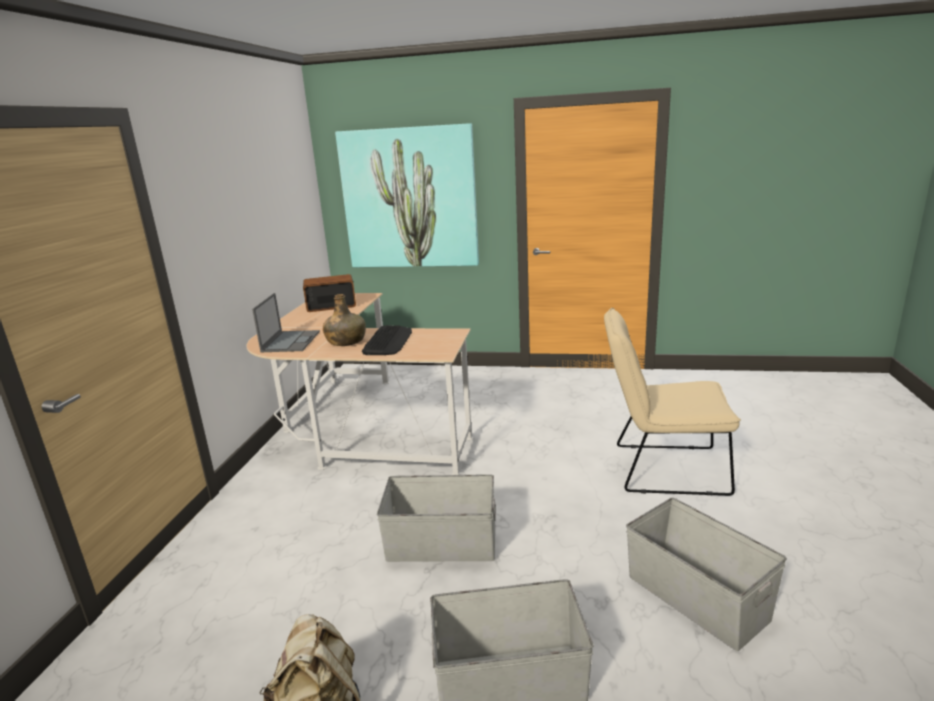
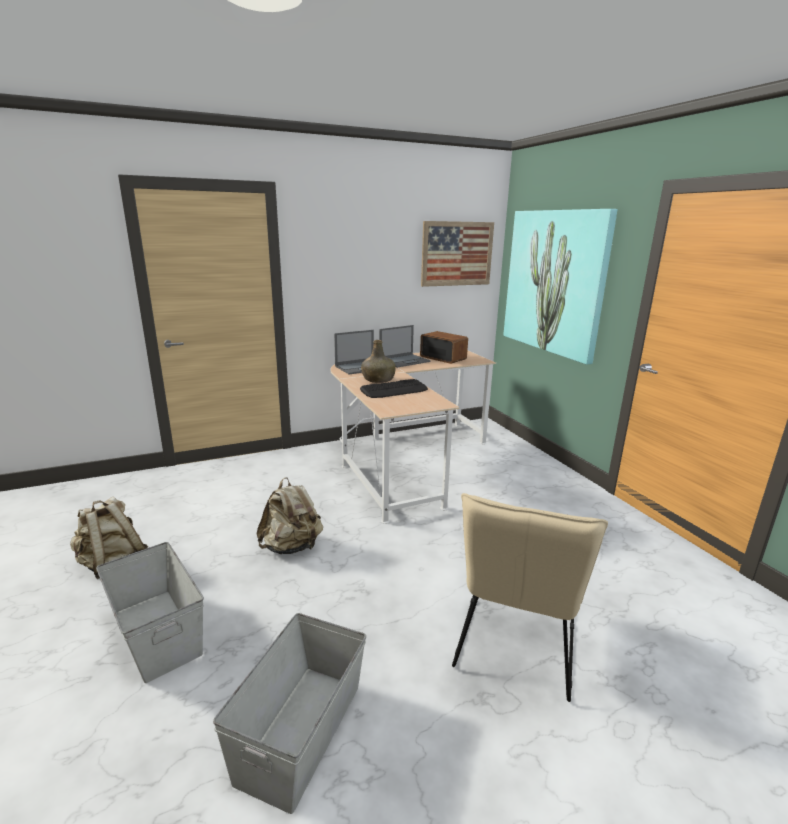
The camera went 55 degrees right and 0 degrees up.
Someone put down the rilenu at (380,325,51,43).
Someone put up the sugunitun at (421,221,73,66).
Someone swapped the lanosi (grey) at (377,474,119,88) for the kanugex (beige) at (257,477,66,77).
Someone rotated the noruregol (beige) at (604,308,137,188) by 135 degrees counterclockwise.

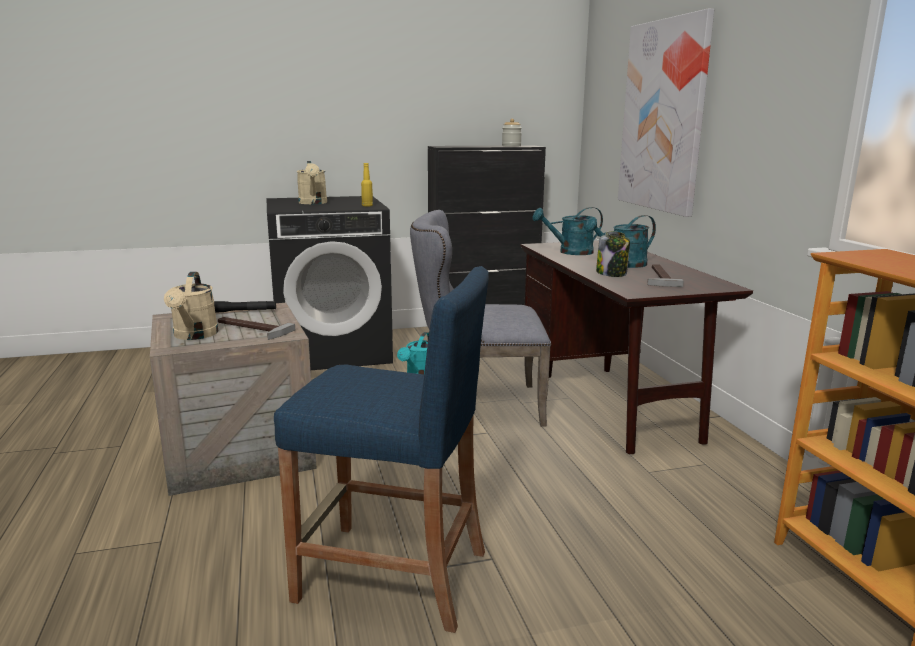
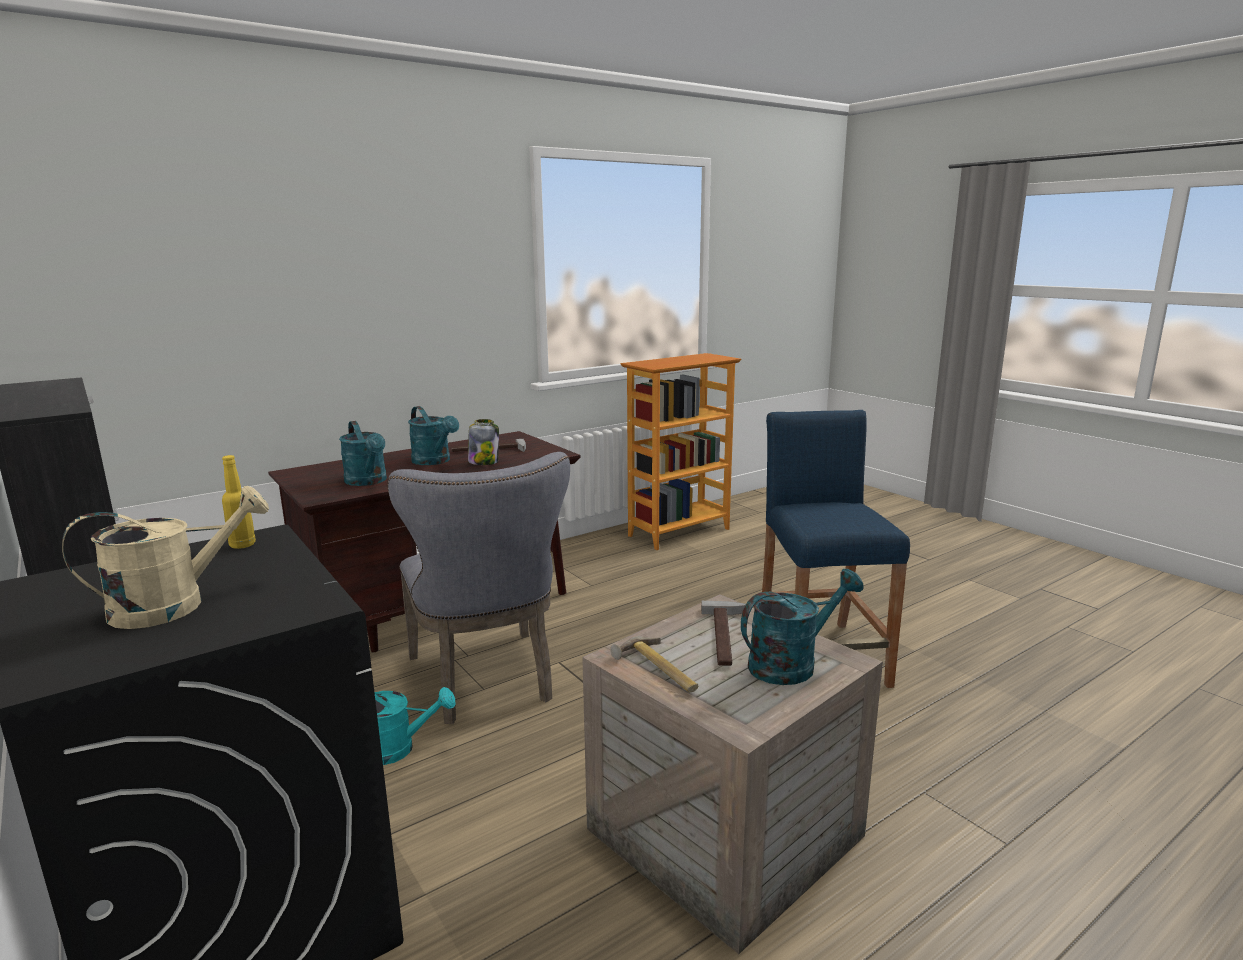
The camera went 110 degrees left and 0 degrees up.
Someone took away the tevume at (502,119,20,28).
Someone took away the sugunitun at (618,8,96,209).
Someone swapped the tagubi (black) at (214,301,62,12) for the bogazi at (610,636,88,56).
Someone repainted the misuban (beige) at (164,272,54,68), which became the misuban (turquoise) at (741,569,123,116).

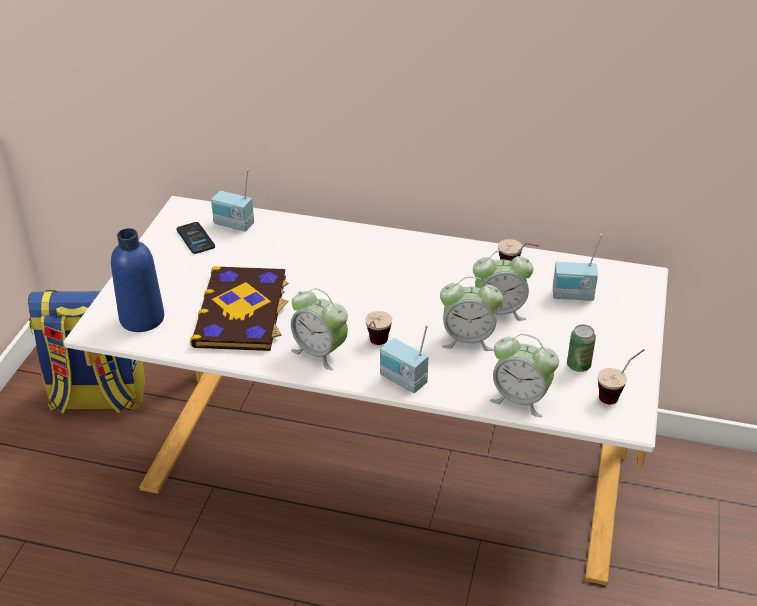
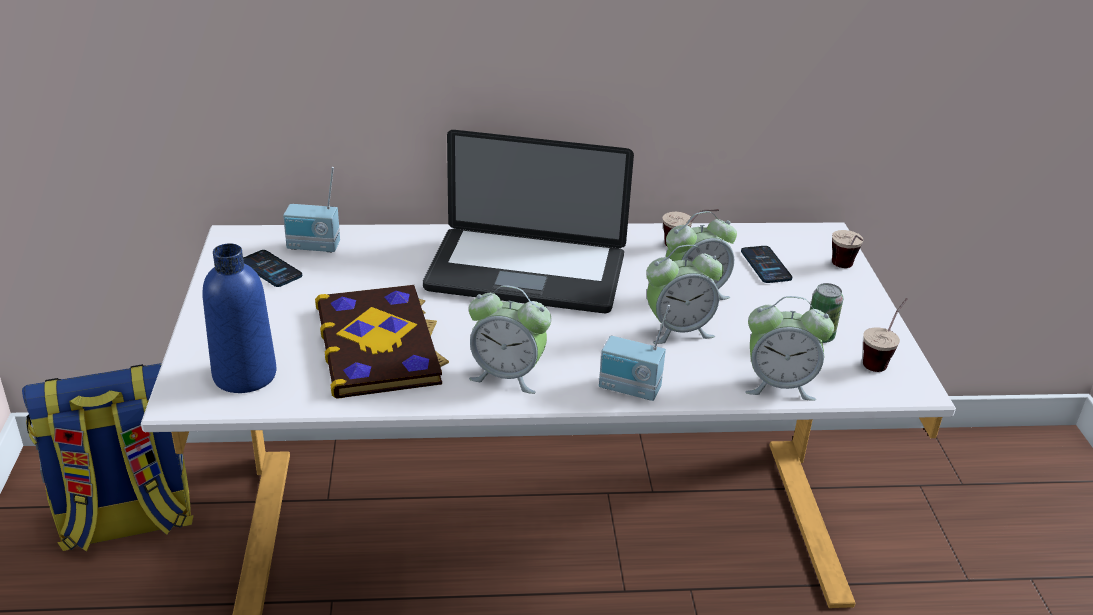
The camera went 20 degrees left and 5 degrees down.
Someone put down the rilenu at (423,130,211,183).
Someone carried the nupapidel from (365,311,27,34) to (832,230,32,38).
Someone swapped the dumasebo at (553,234,49,67) for the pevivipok at (741,246,51,37).

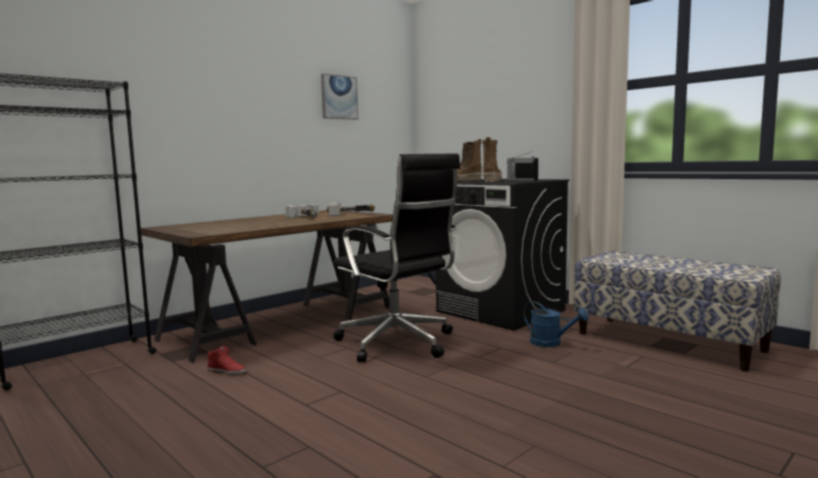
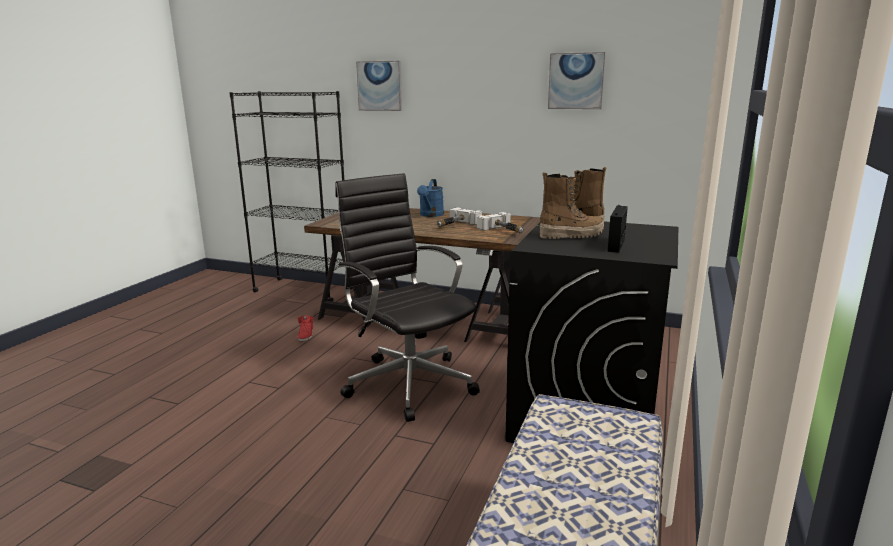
The camera went 65 degrees right and 10 degrees up.
Someone put up the sugunitun at (356,61,46,50).
Someone carried the misuban (blue) from (523,301,66,46) to (417,179,27,38).
Someone rotated the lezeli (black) at (333,154,127,208) by 120 degrees clockwise.

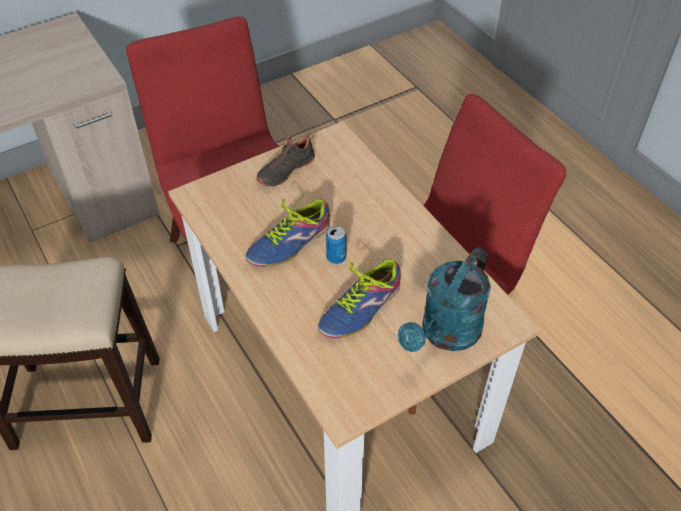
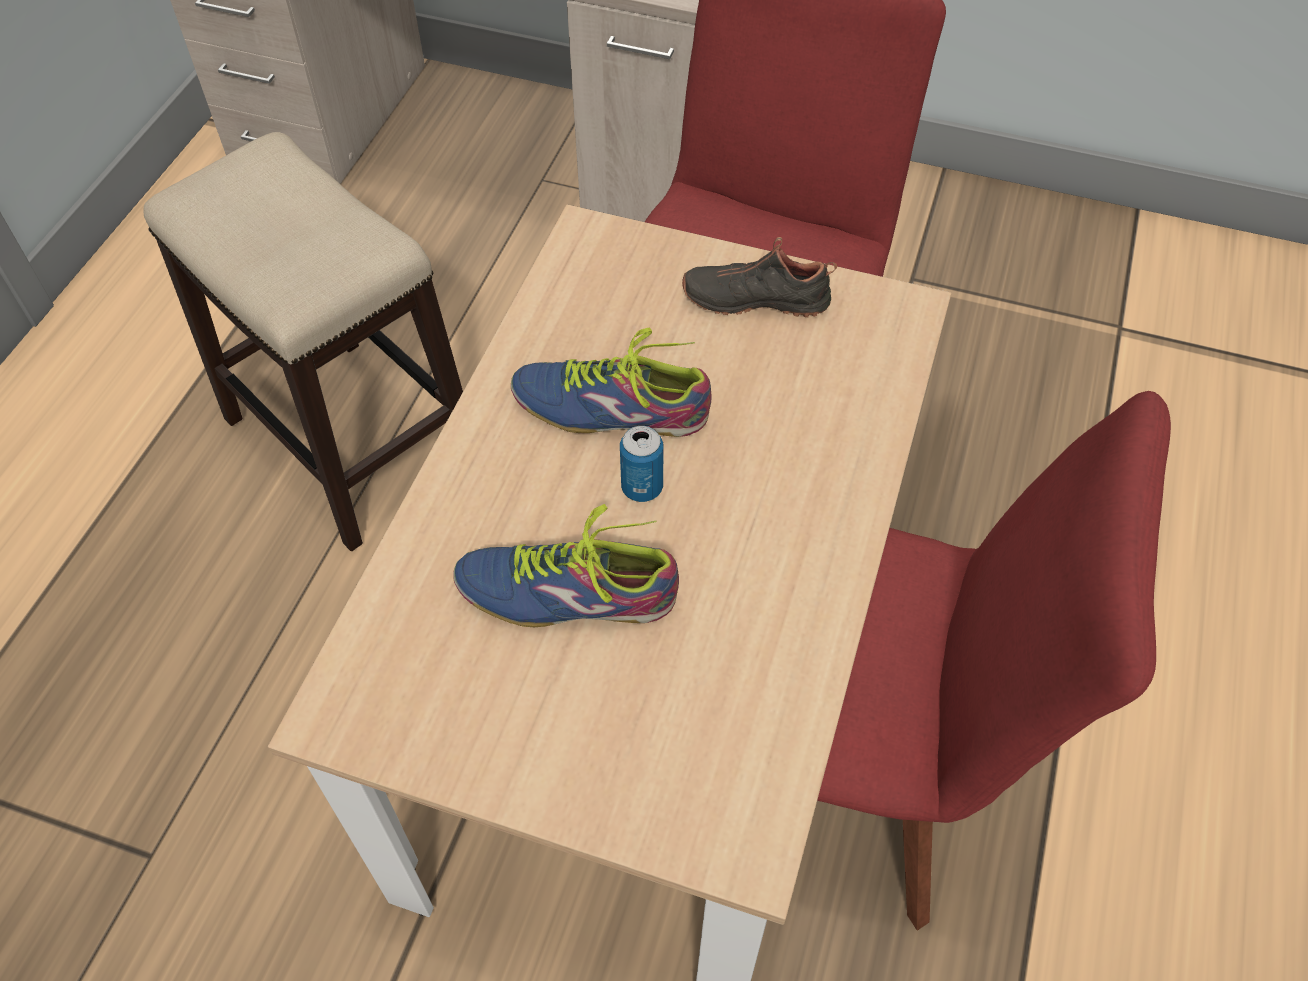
The camera went 50 degrees right and 5 degrees up.
Someone took away the misuban (turquoise) at (398,247,93,105).

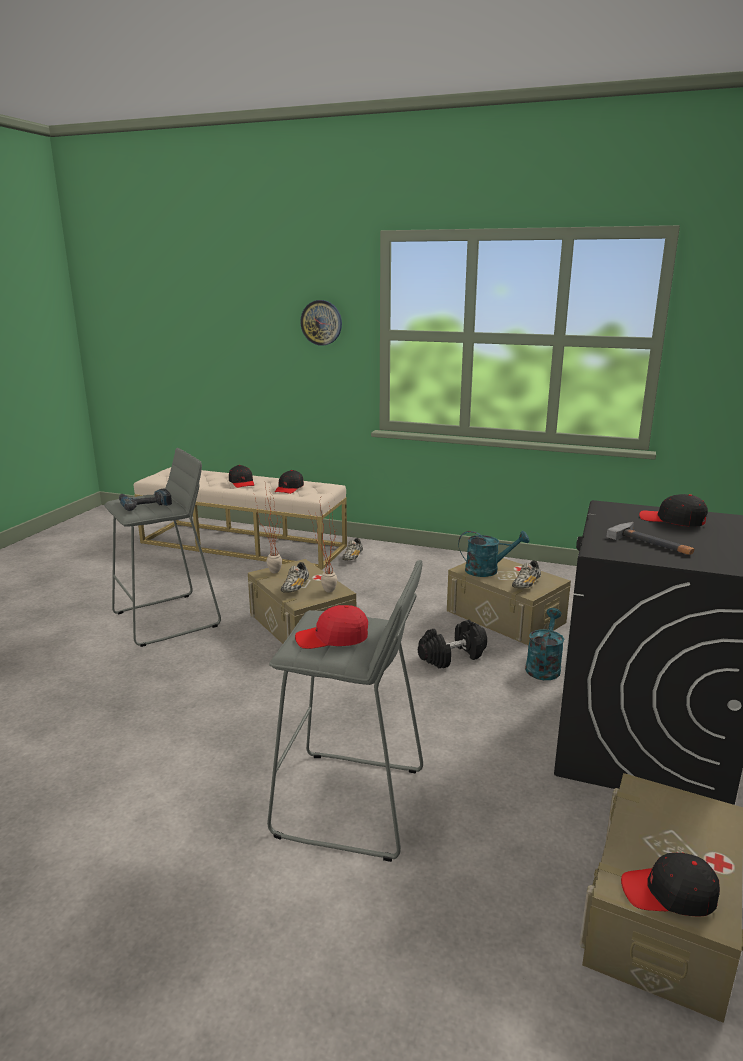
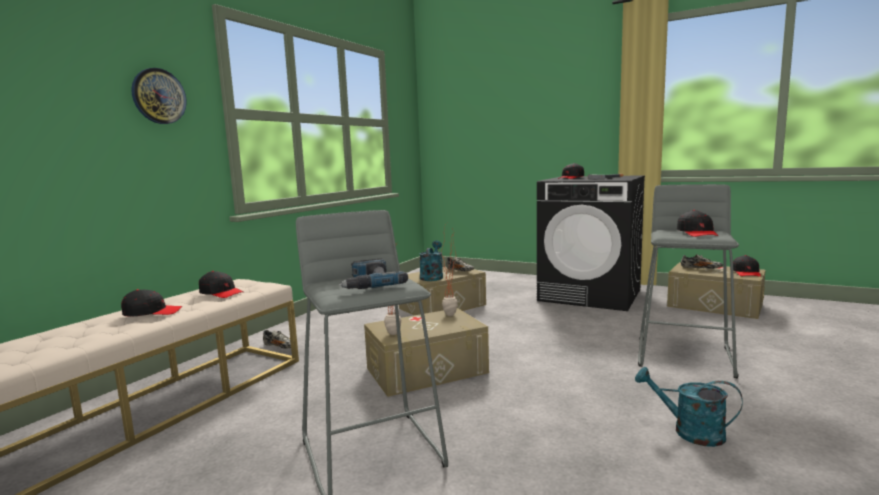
The camera went 80 degrees left and 10 degrees down.
Someone took away the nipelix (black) at (418,620,69,48).
Someone carried the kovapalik from (281,562,28,31) to (681,254,42,15).
Someone carried the misuban (turquoise) from (525,608,39,72) to (635,367,108,80).
Someone repainted the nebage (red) at (295,605,73,44), which became the nebage (black) at (677,210,42,27).

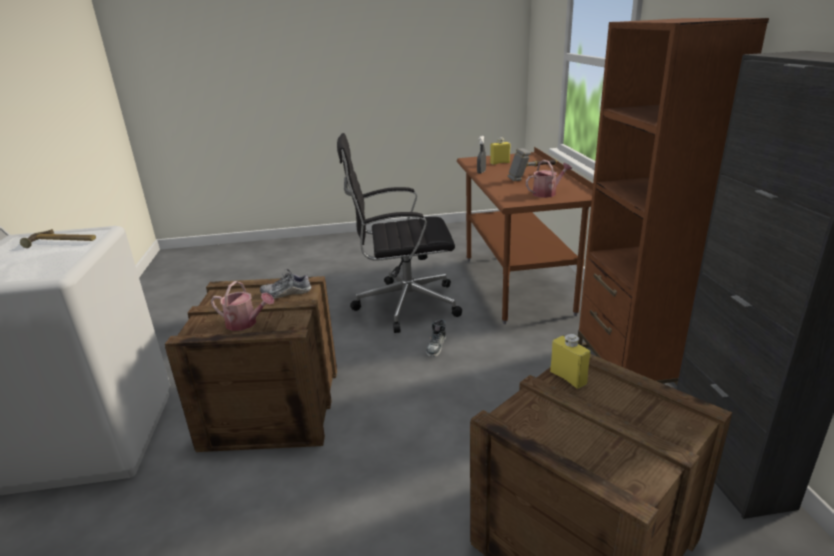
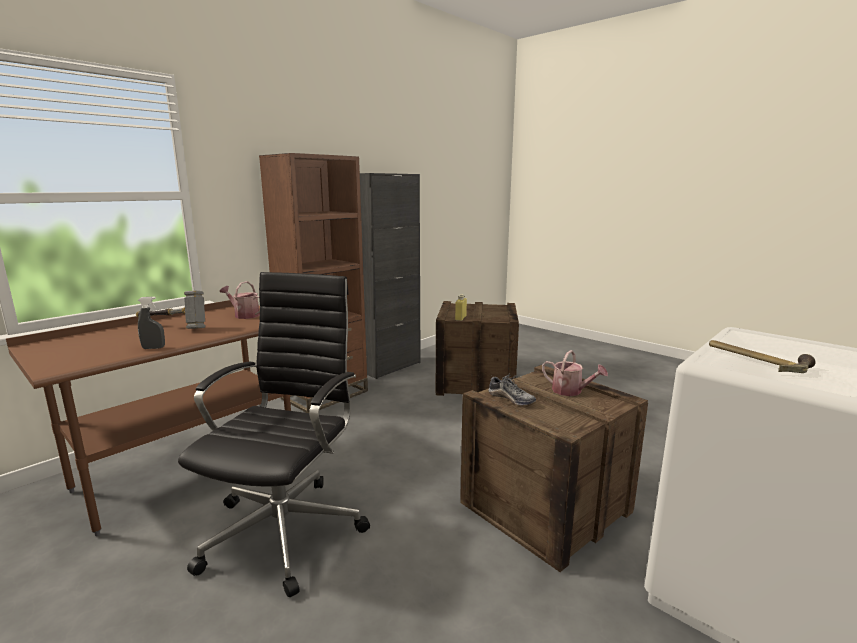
The camera went 130 degrees left and 10 degrees down.
Someone took away the kovapalik at (426,319,20,38).
Someone took away the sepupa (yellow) at (490,137,20,28).
Someone rotated the misuban at (211,281,63,50) by 150 degrees clockwise.
Someone rotated the lezeli (black) at (337,133,125,200) by 120 degrees counterclockwise.

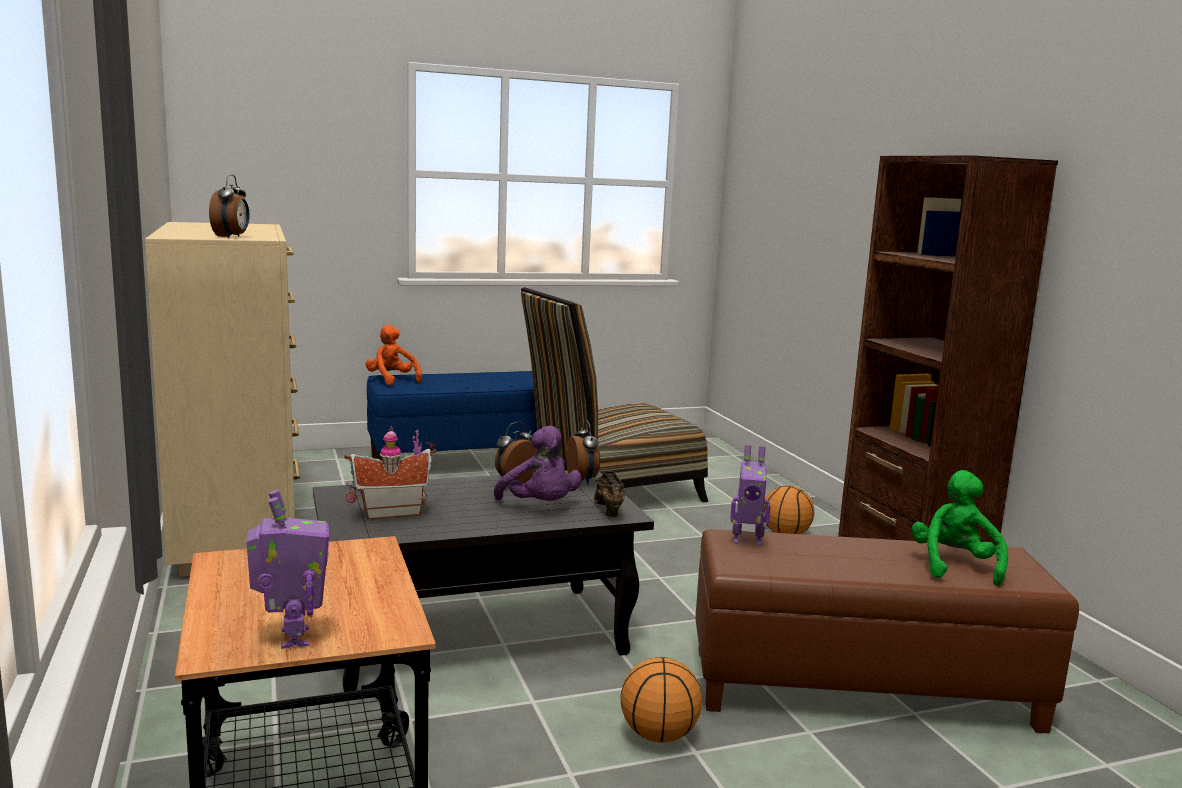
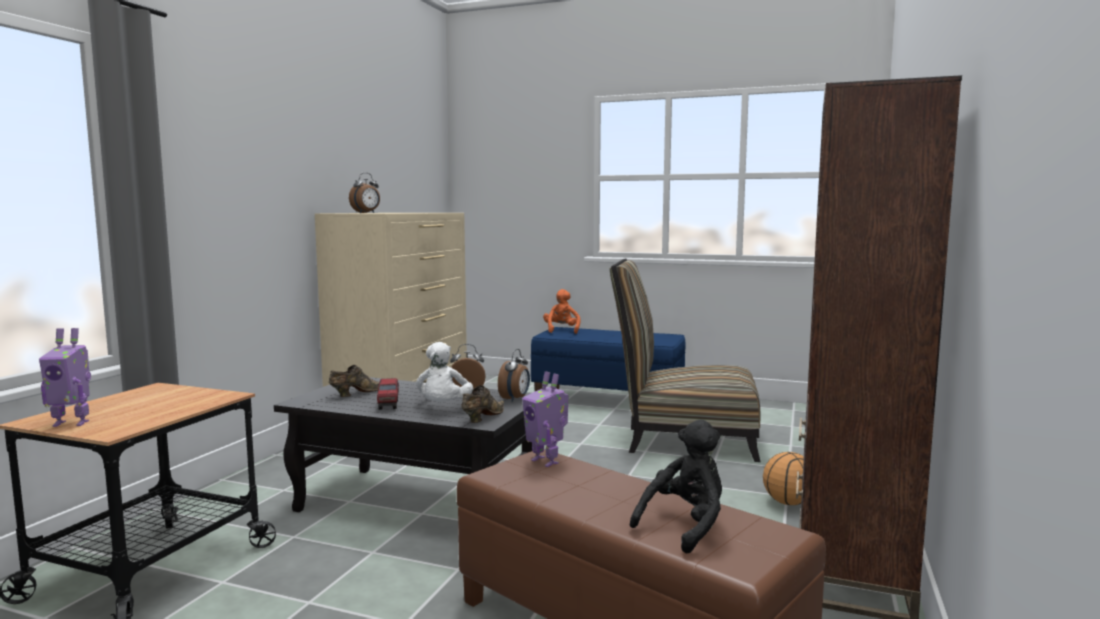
The camera went 40 degrees right and 5 degrees down.
Someone took away the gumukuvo at (620,657,82,86).
Someone put down the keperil at (377,378,22,32).
Someone swapped the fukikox at (344,426,93,93) for the kovapalik (brown) at (329,365,51,32).
Someone repainted the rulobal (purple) at (494,426,88,75), which became the rulobal (white) at (416,342,57,60).
Someone repainted the rulobal (green) at (912,470,96,116), which became the rulobal (black) at (630,420,92,134).
Someone rotated the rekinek at (246,490,83,159) by 60 degrees clockwise.

